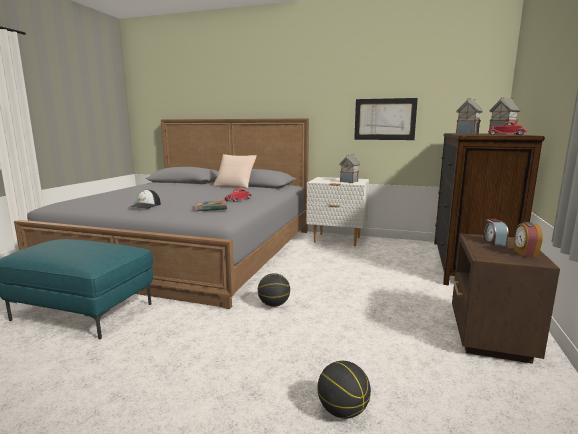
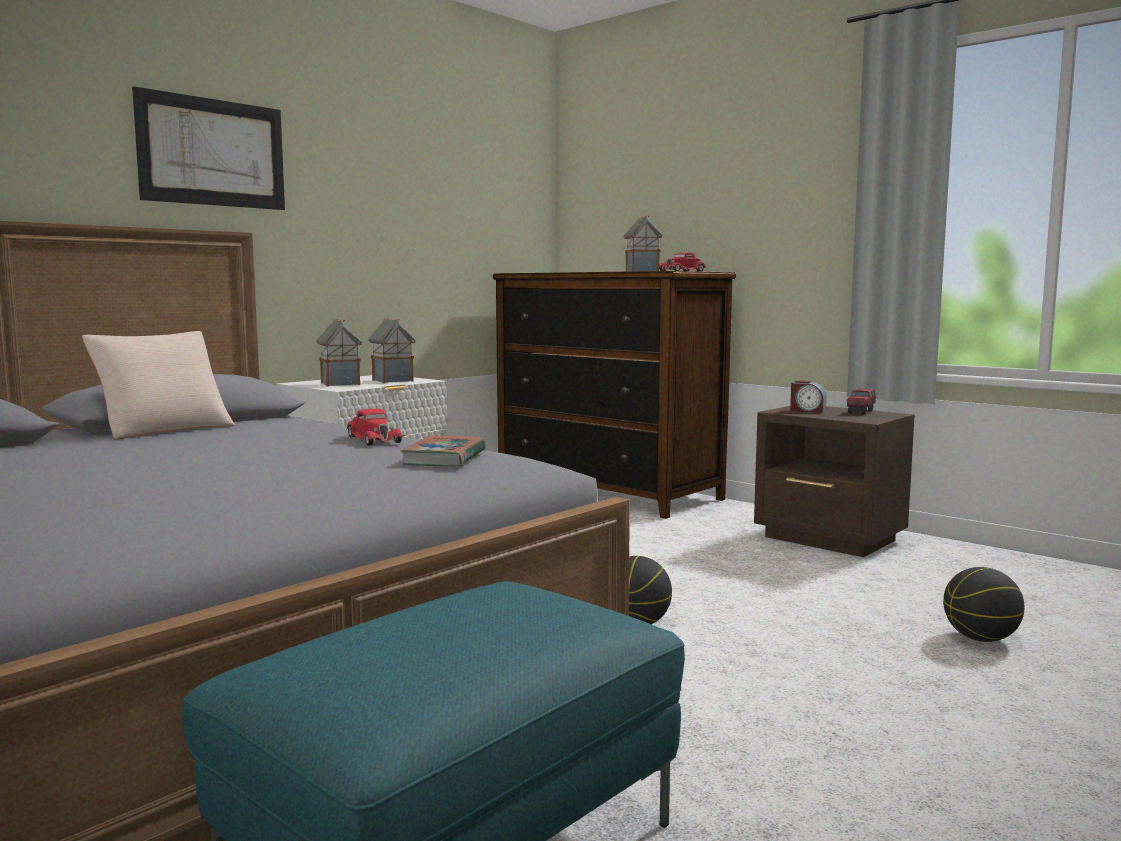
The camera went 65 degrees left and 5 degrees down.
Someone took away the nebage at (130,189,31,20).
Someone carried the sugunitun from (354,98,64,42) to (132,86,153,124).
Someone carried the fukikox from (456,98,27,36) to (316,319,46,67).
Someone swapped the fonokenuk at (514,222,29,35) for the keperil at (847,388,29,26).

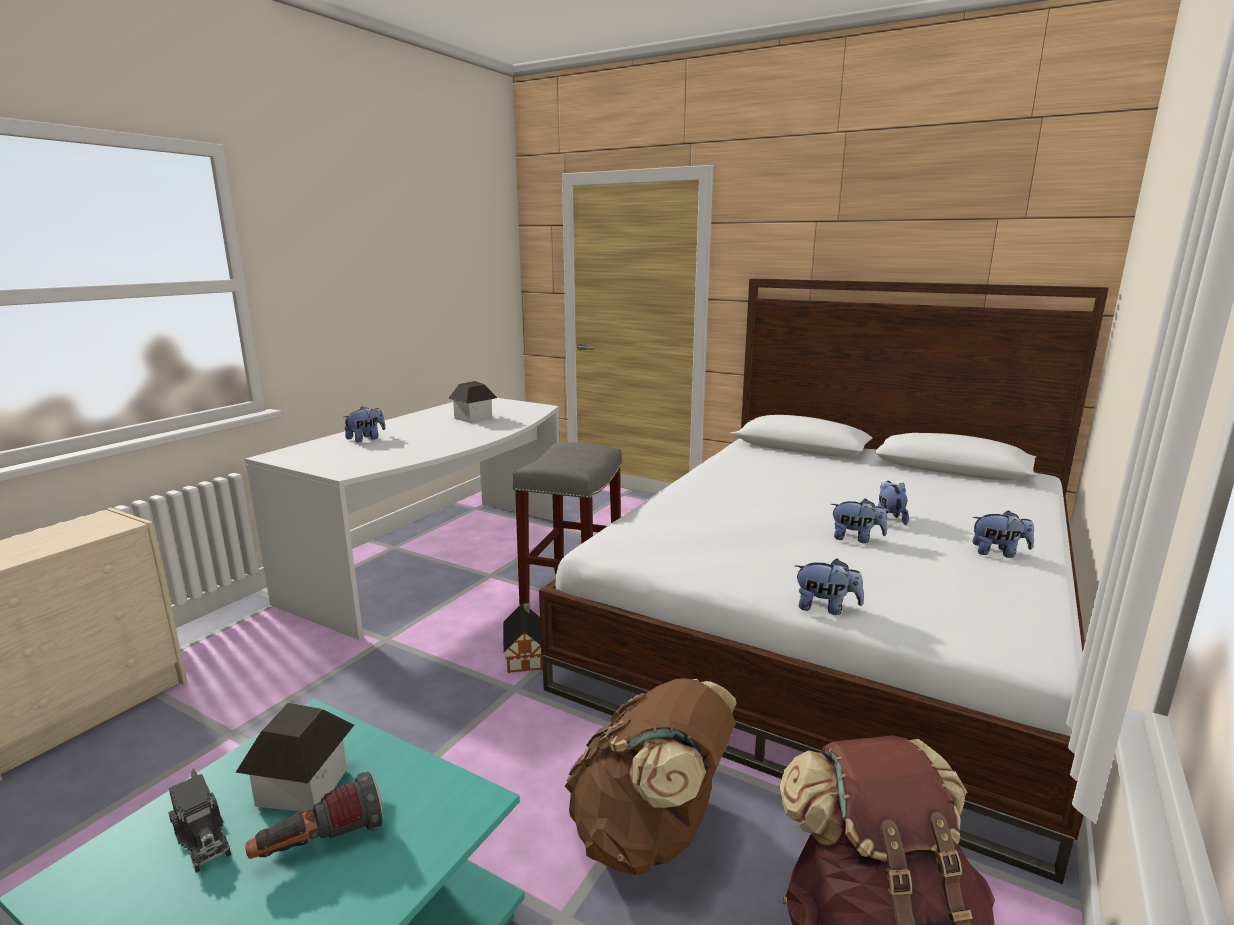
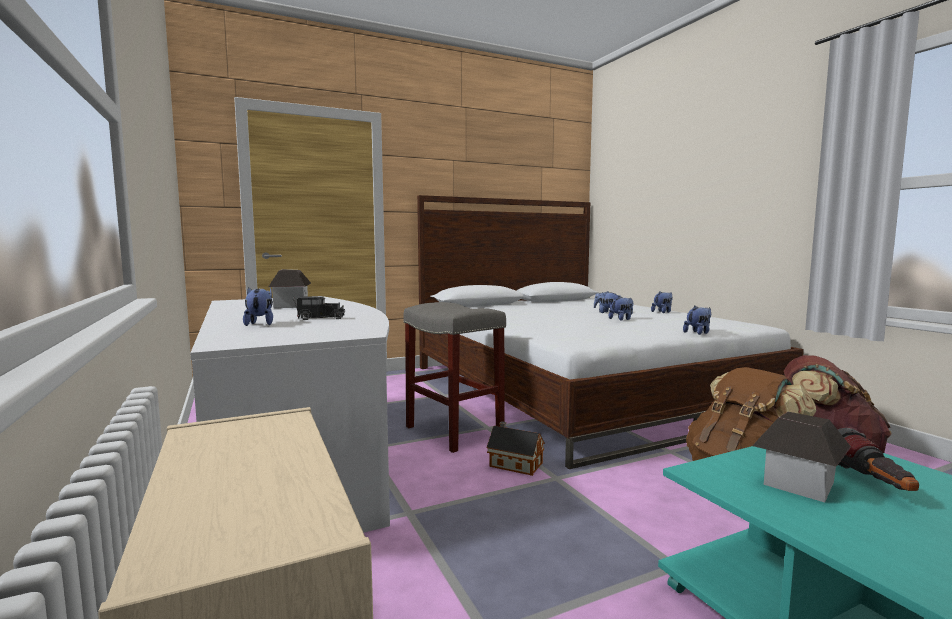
The camera went 55 degrees left and 10 degrees down.
Someone carried the keperil from (169,769,62,104) to (293,296,53,24).

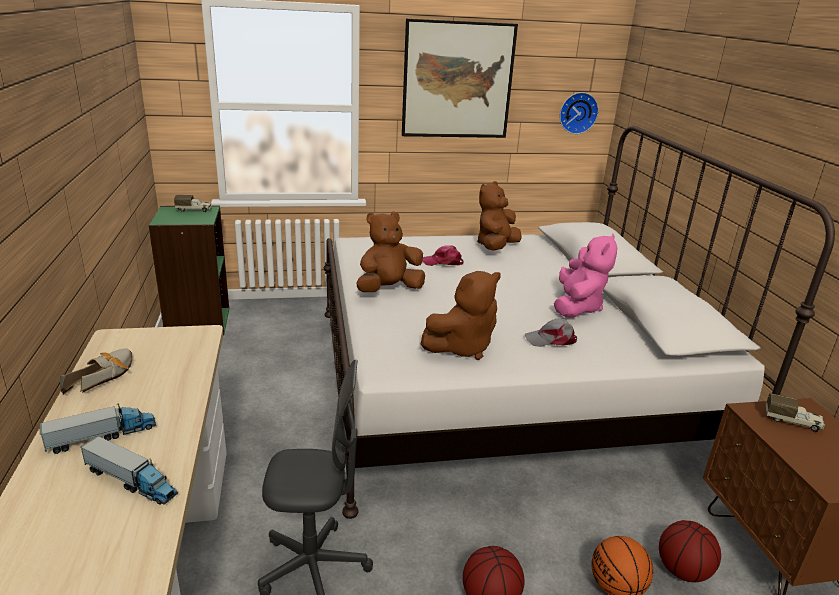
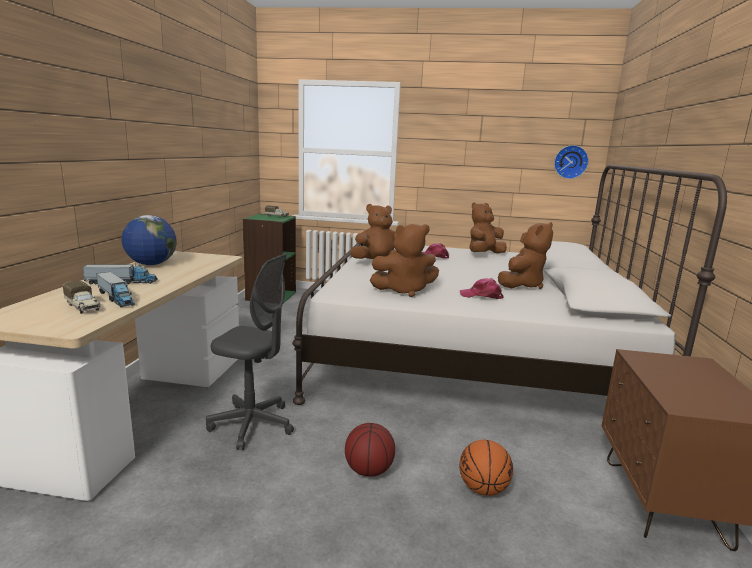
The camera went 20 degrees right and 10 degrees down.
Someone took away the sugunitun at (402,19,116,119).
Someone took away the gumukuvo at (659,520,62,62).
Someone carried the keperil from (765,393,60,39) to (63,281,38,33).
Someone swapped the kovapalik at (60,348,72,47) for the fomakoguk at (122,215,55,50).
Someone repainted the nebage (grey) at (525,318,52,29), which became the nebage (pink) at (460,278,43,21).
Someone repainted the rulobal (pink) at (554,234,63,84), which became the rulobal (brown) at (498,222,55,67).

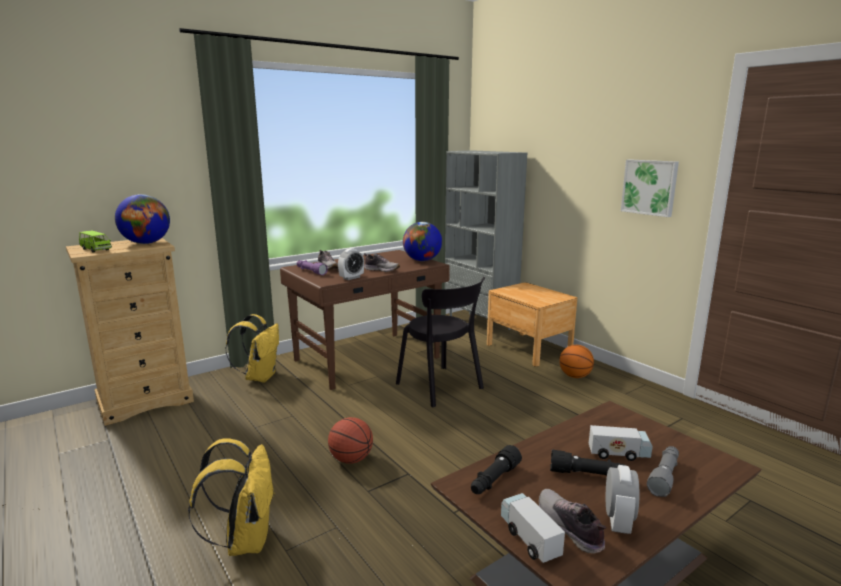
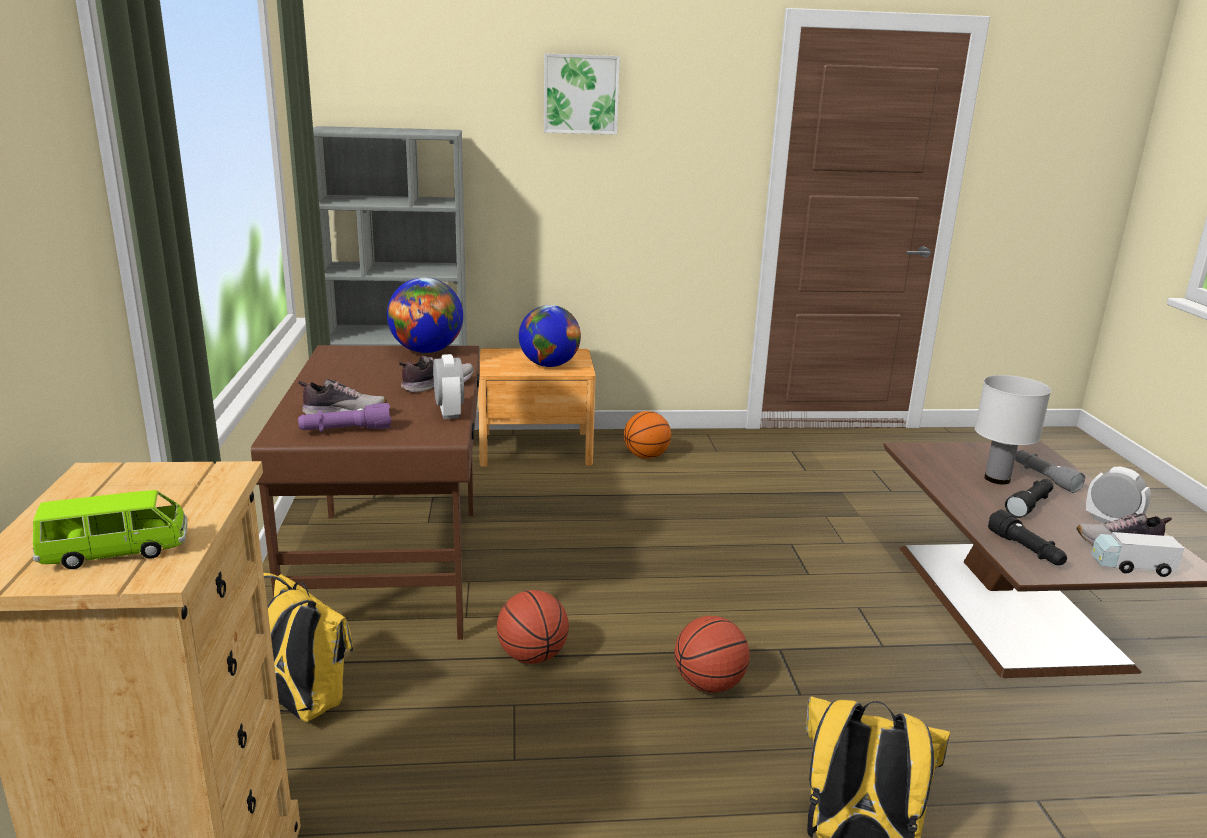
The camera went 60 degrees left and 5 degrees up.
Someone took away the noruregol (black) at (396,277,89,130).
Someone put down the gumukuvo at (497,590,72,74).
Someone carried the fomakoguk from (115,194,55,50) to (519,305,62,62).
Someone carried the sugunitun from (621,159,58,58) to (544,53,76,82).
Someone swapped the keperil at (589,425,64,36) for the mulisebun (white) at (975,375,76,110).

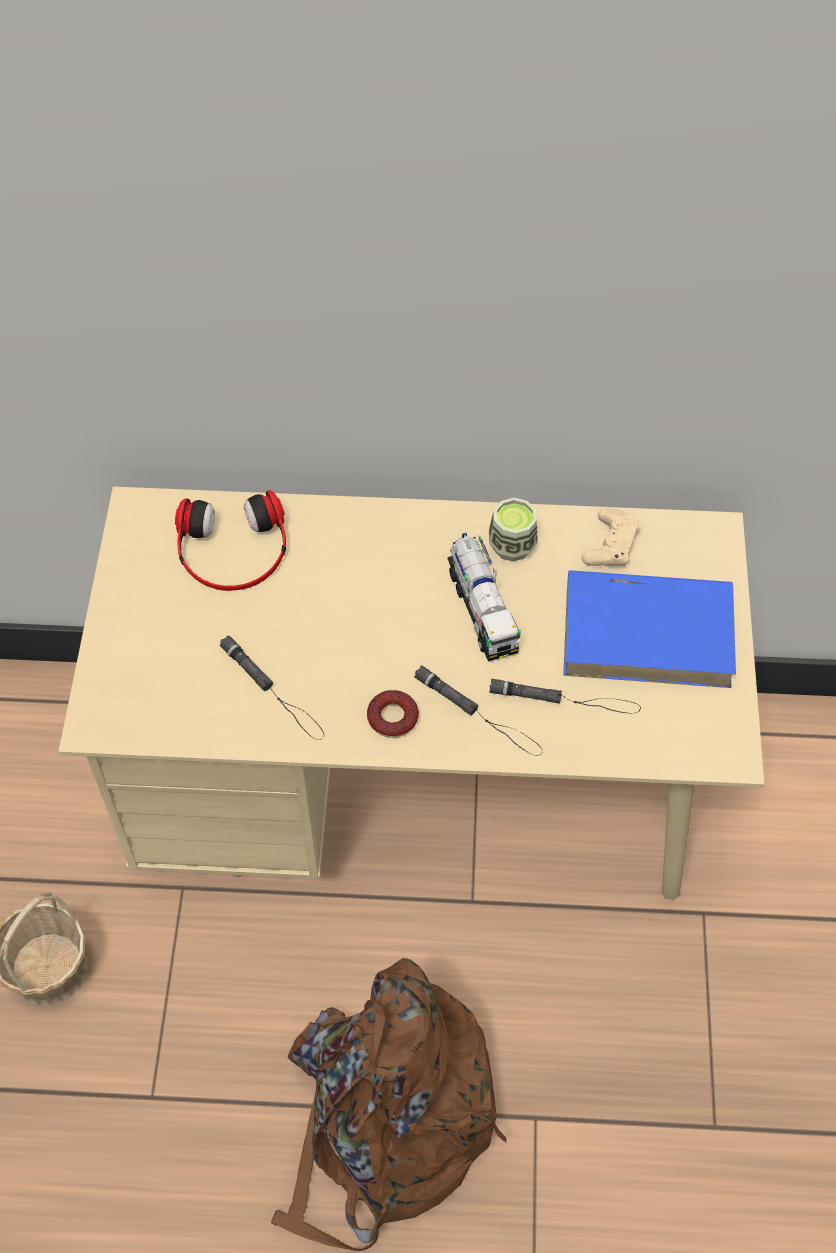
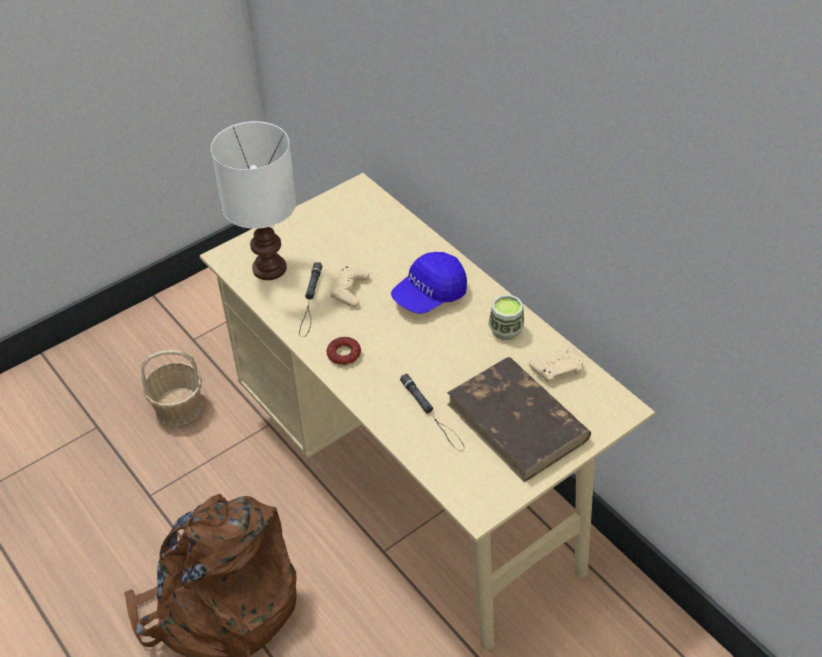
The camera went 50 degrees right and 10 degrees down.
Someone took away the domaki at (175,490,111,101).
Someone took away the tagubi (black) at (414,666,129,90).
Someone took away the keperil at (448,533,73,128).
Someone put down the mulisebun (white) at (211,121,86,159).
Someone put down the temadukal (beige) at (330,266,40,41).
Someone put down the nebage (blue) at (391,252,76,62).
Someone repainted the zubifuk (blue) at (563,570,173,118), which became the zubifuk (brown) at (447,357,144,126).

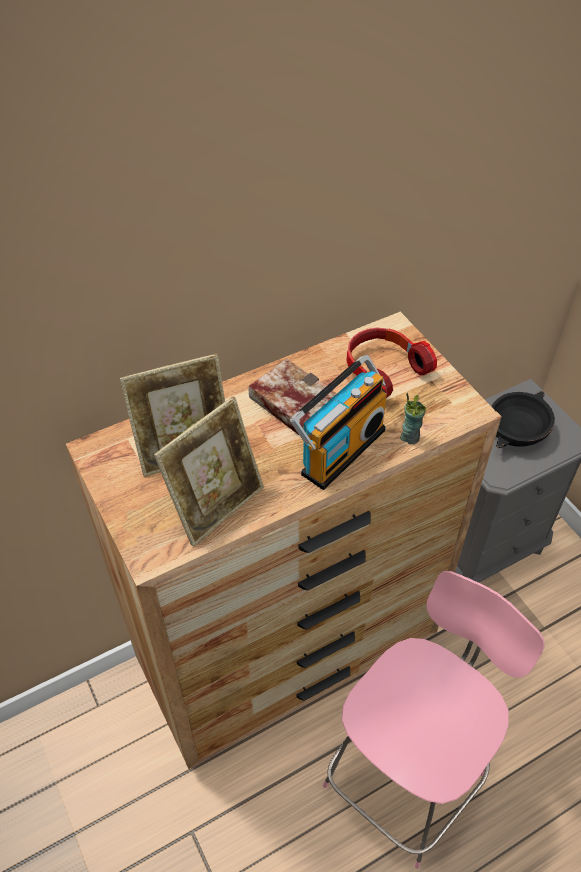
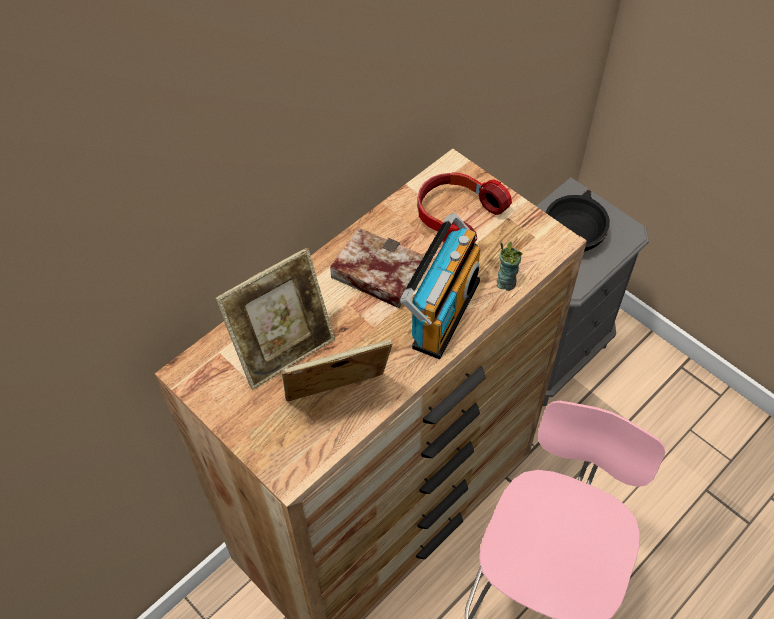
The camera went 15 degrees left and 5 degrees up.
Someone rotated the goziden at (154,396,110,151) by 135 degrees counterclockwise.

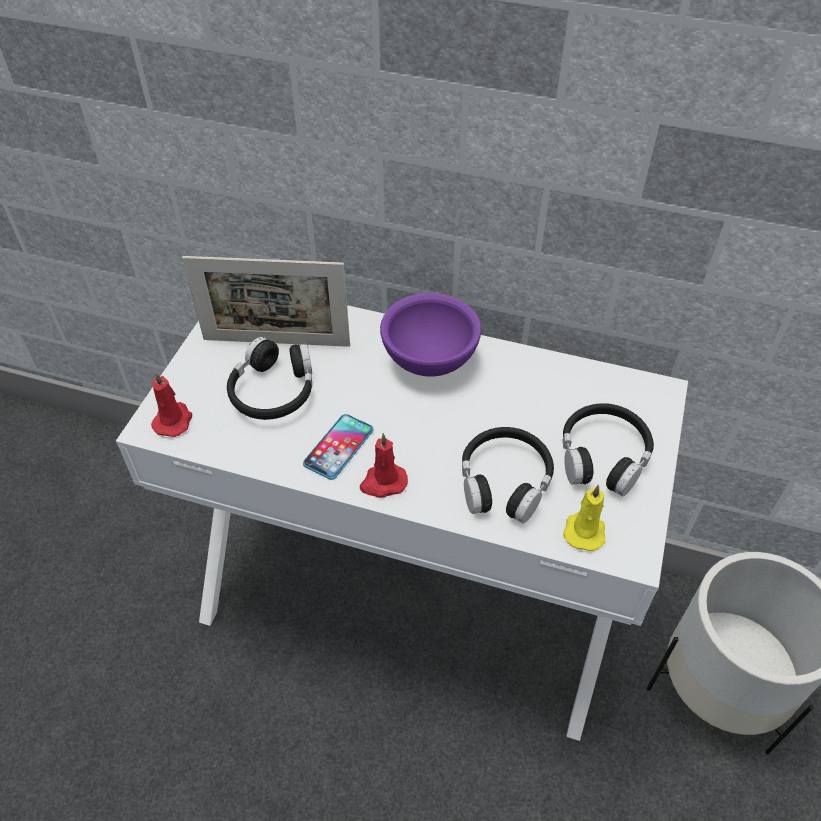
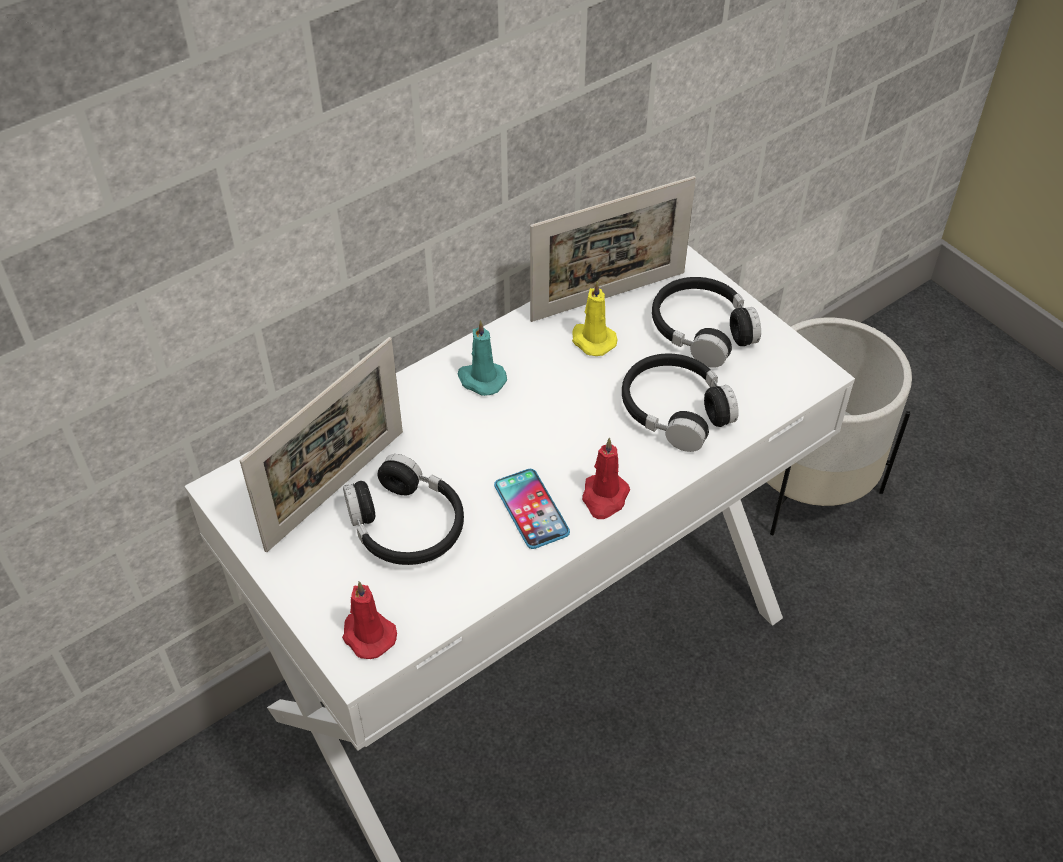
The camera went 55 degrees left and 0 degrees up.
Someone put down the goziden at (530,176,166,146).
Someone carried the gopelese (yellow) from (563,484,43,67) to (572,281,46,75).
Someone swapped the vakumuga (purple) at (380,293,101,84) for the gopelese (turquoise) at (458,320,49,76).

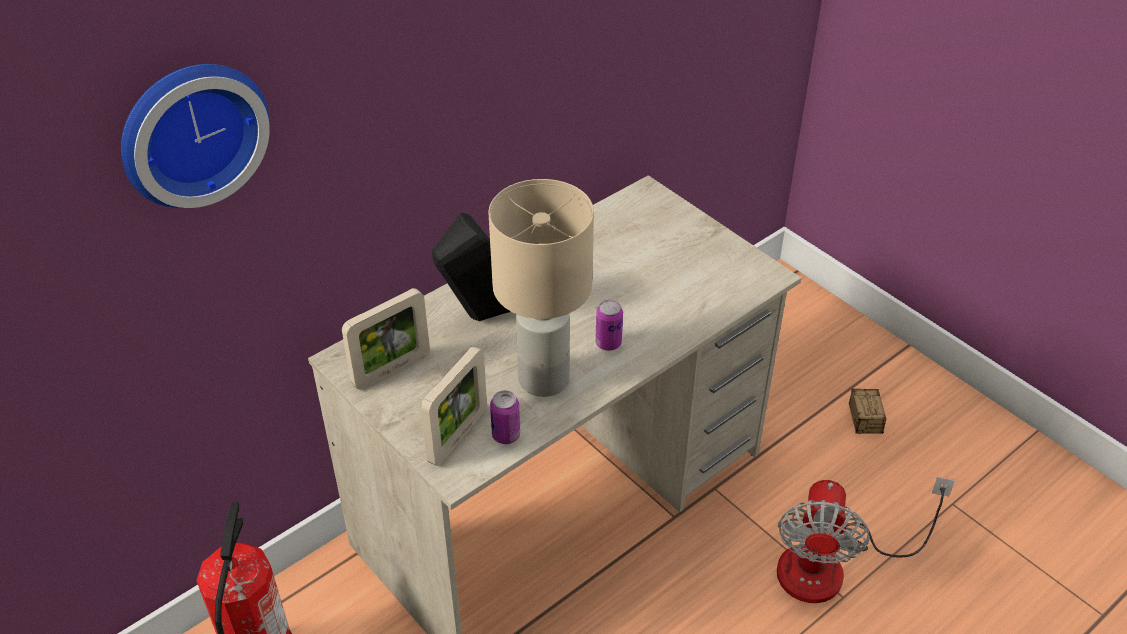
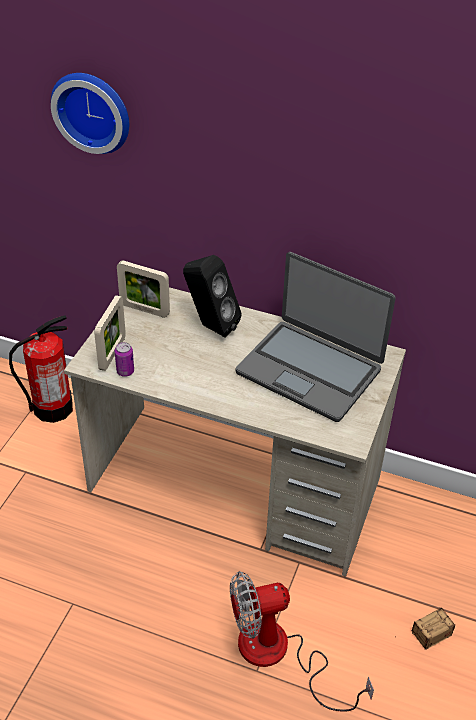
The camera went 60 degrees right and 0 degrees up.
Someone took away the mulisebun (beige) at (488,179,106,218).
Someone took away the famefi at (595,300,28,51).
Someone put down the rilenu at (236,252,160,170).
Someone rotated the goziden at (421,346,66,120) by 75 degrees counterclockwise.

